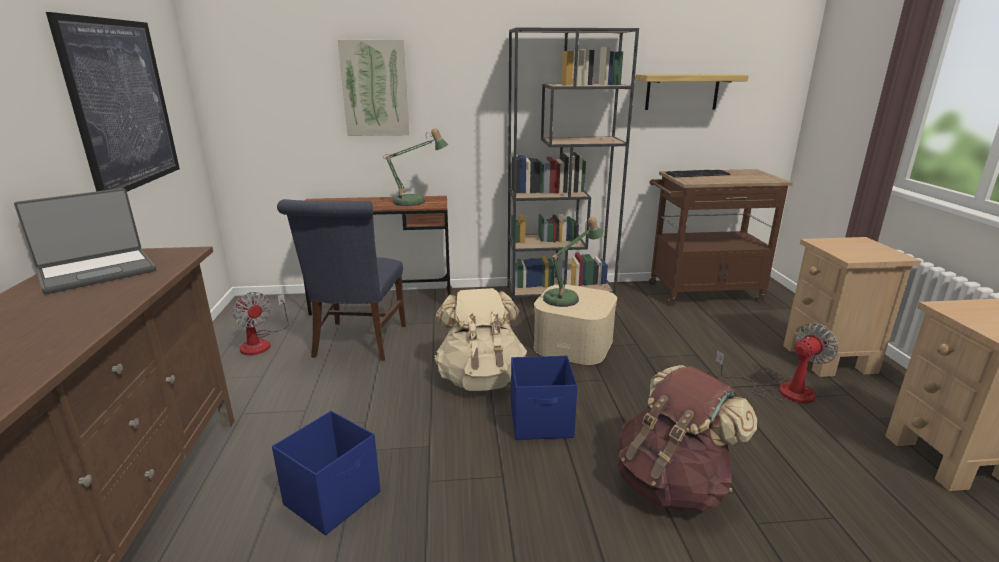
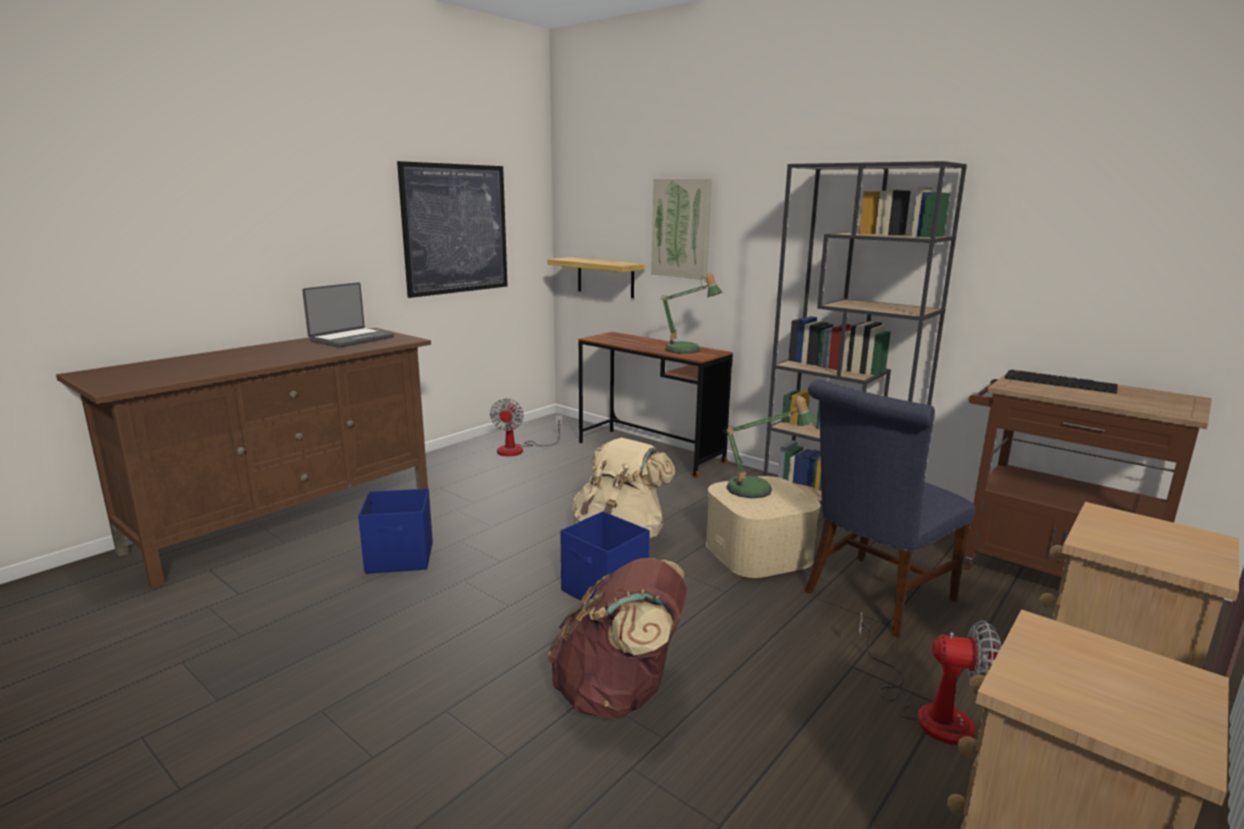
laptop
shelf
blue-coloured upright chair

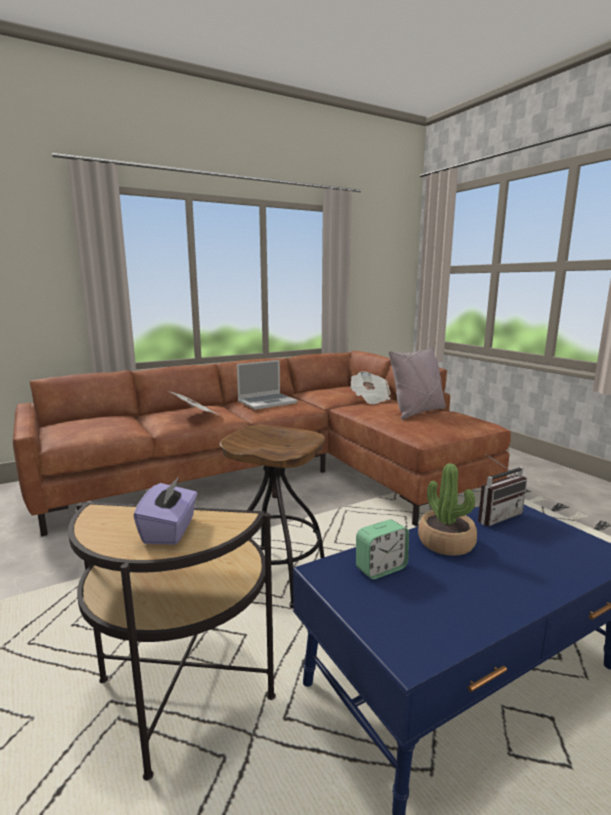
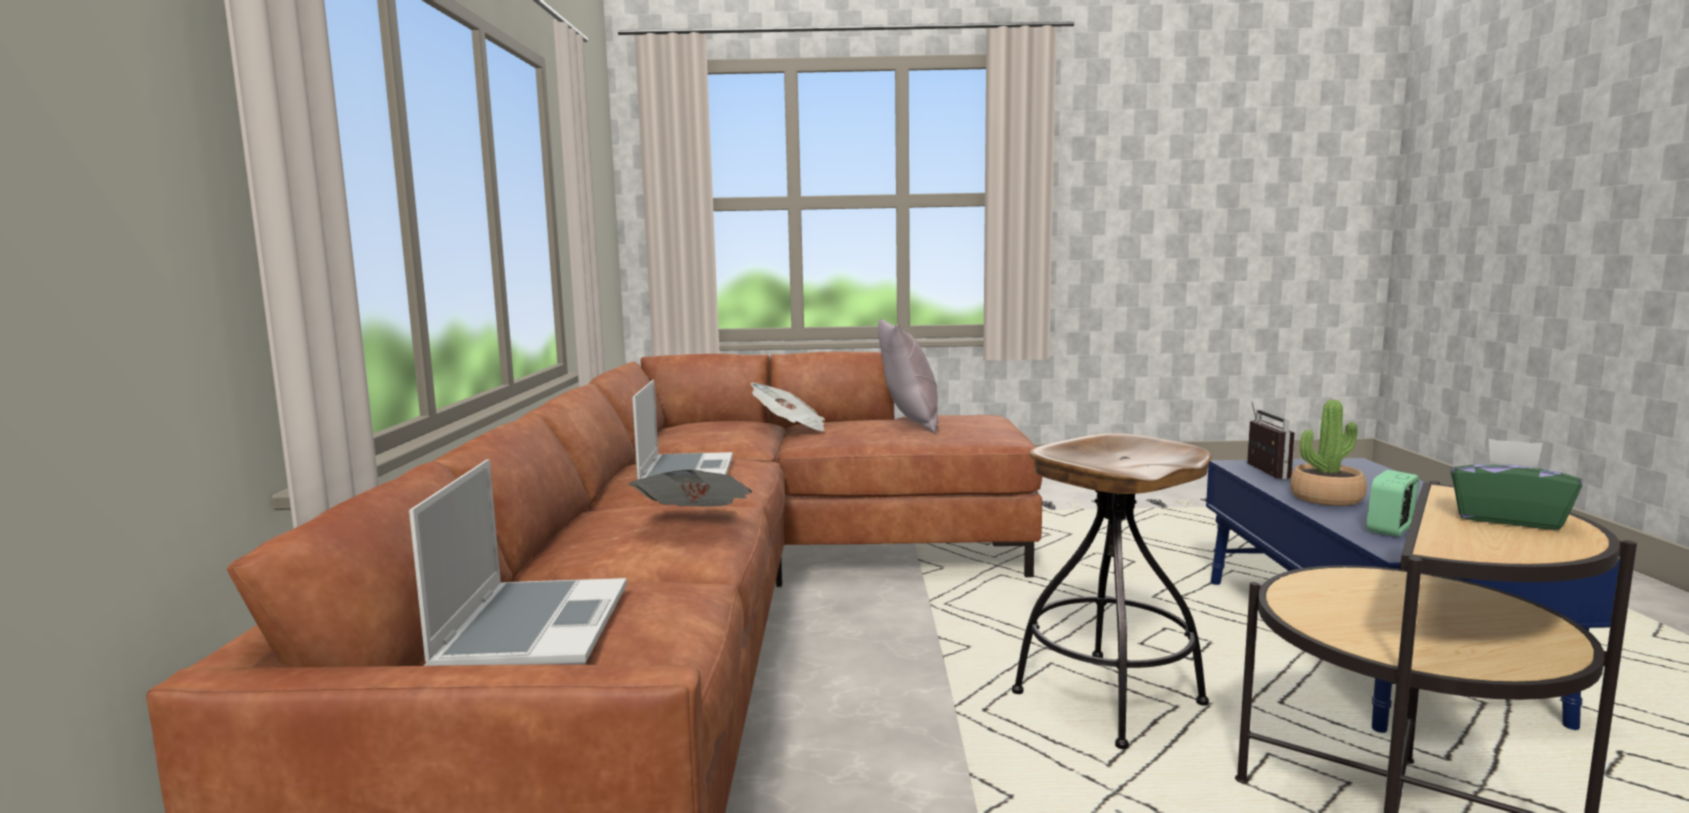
laptop (no. 1 from left)
table clock
green-coloured tissue box

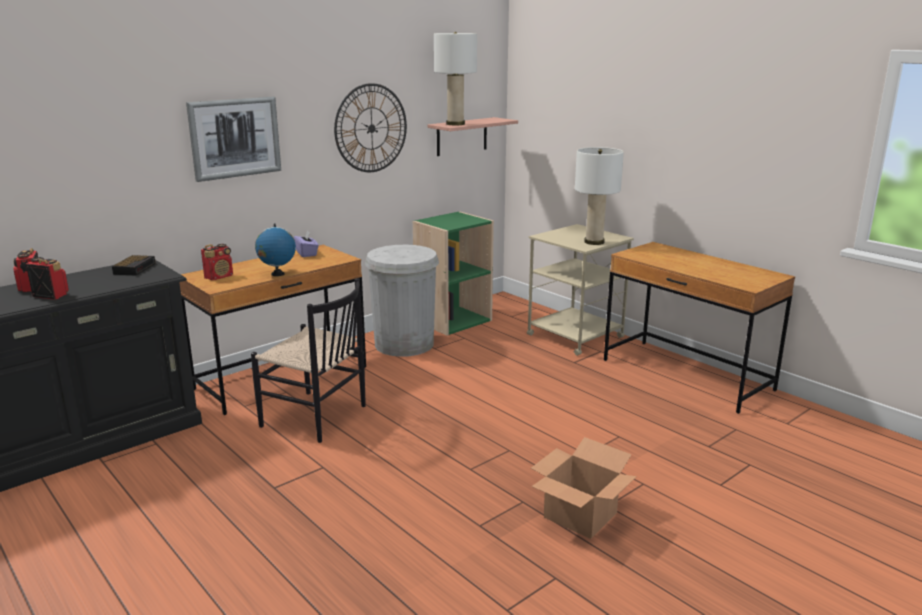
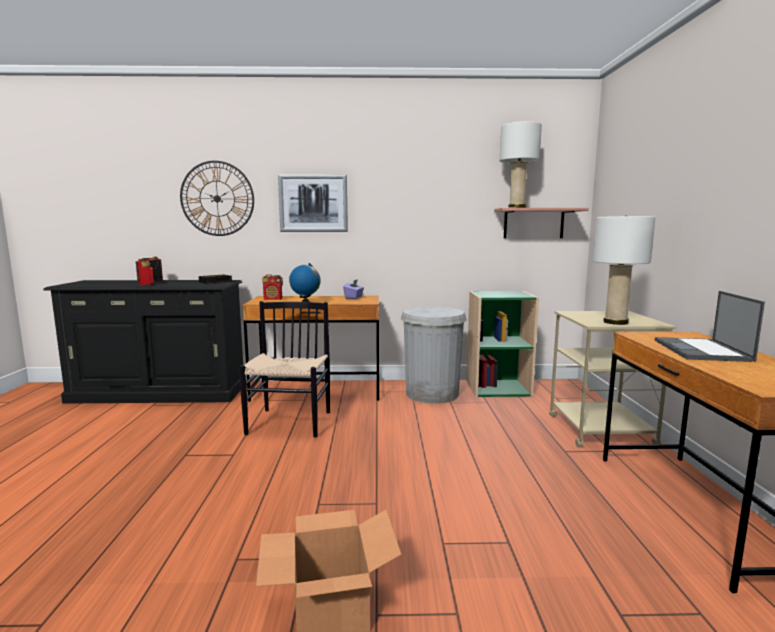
hanging clock
black upright chair
laptop

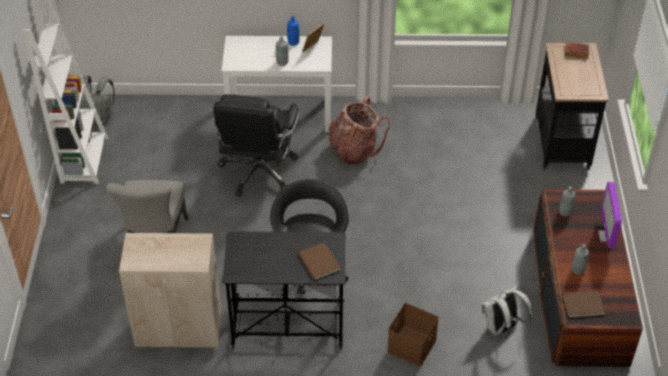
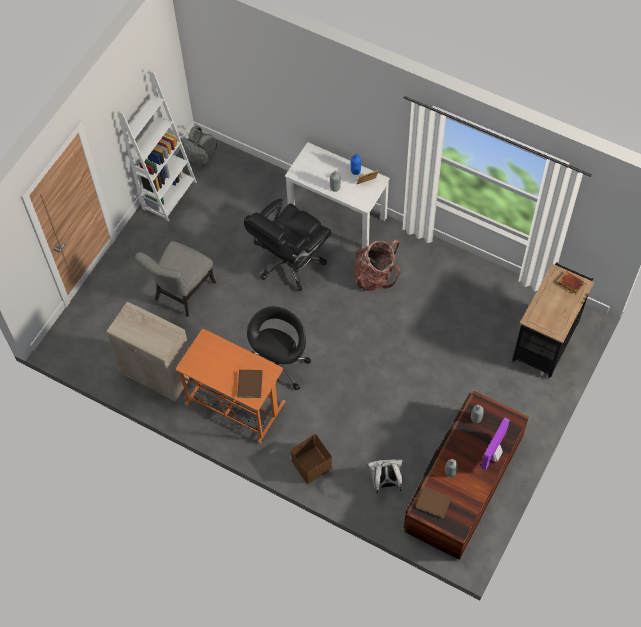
orangey desk table

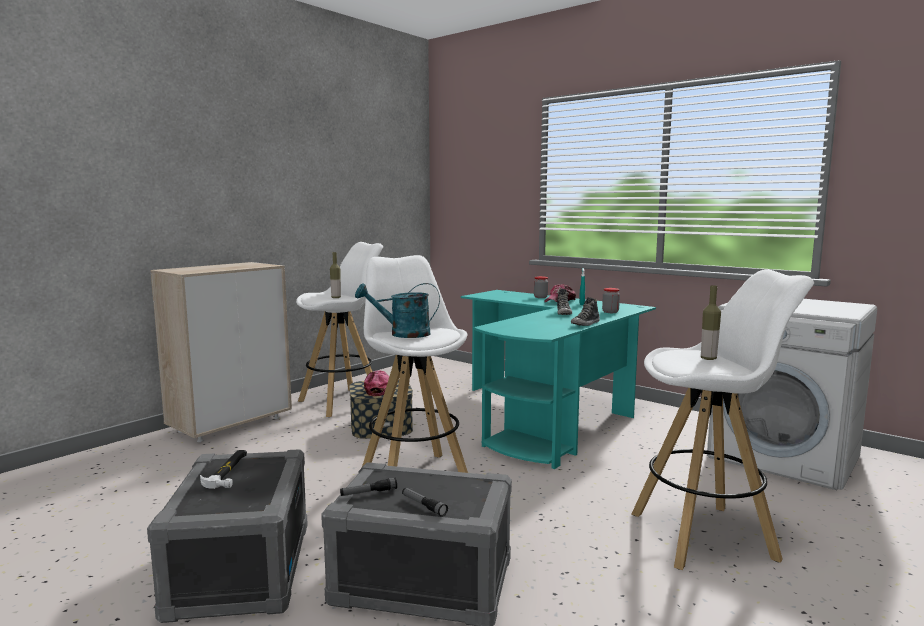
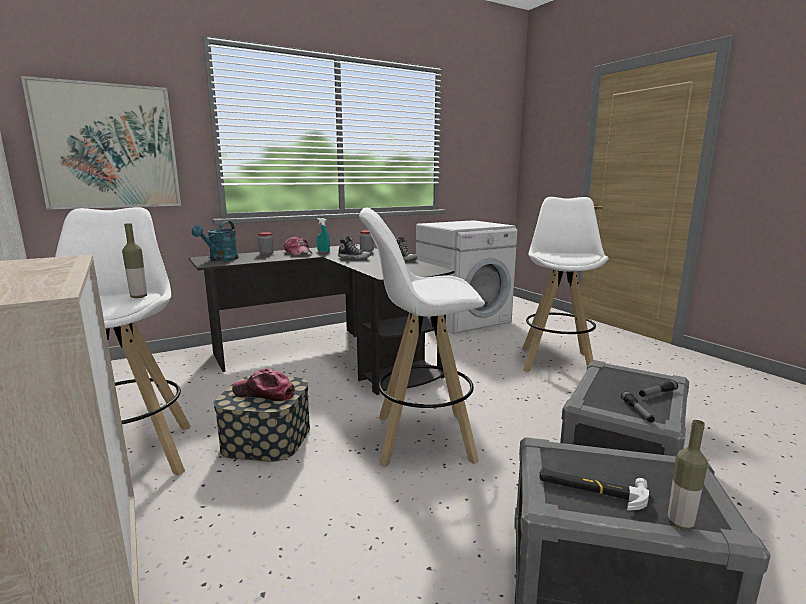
wall art
black desk table
turquoise-coloured watering can
bottle (no. 2 from left)

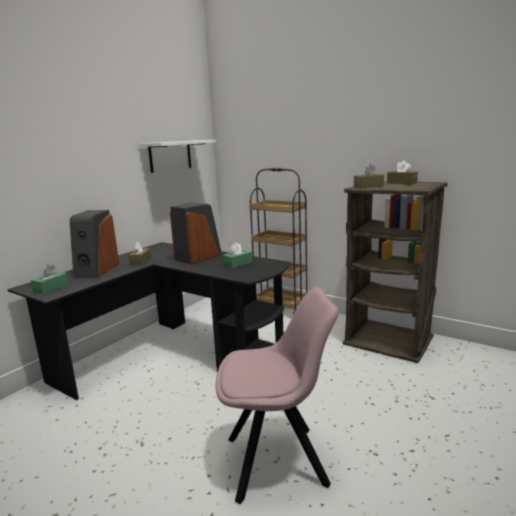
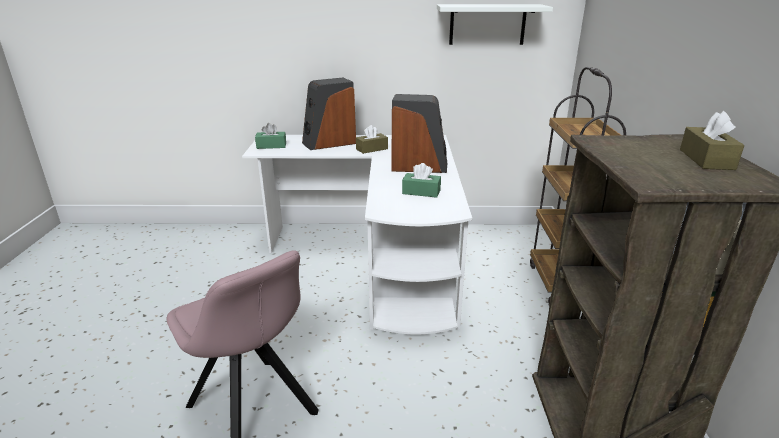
white desk table
brownish tissue box (no. 2 from left in the first image)

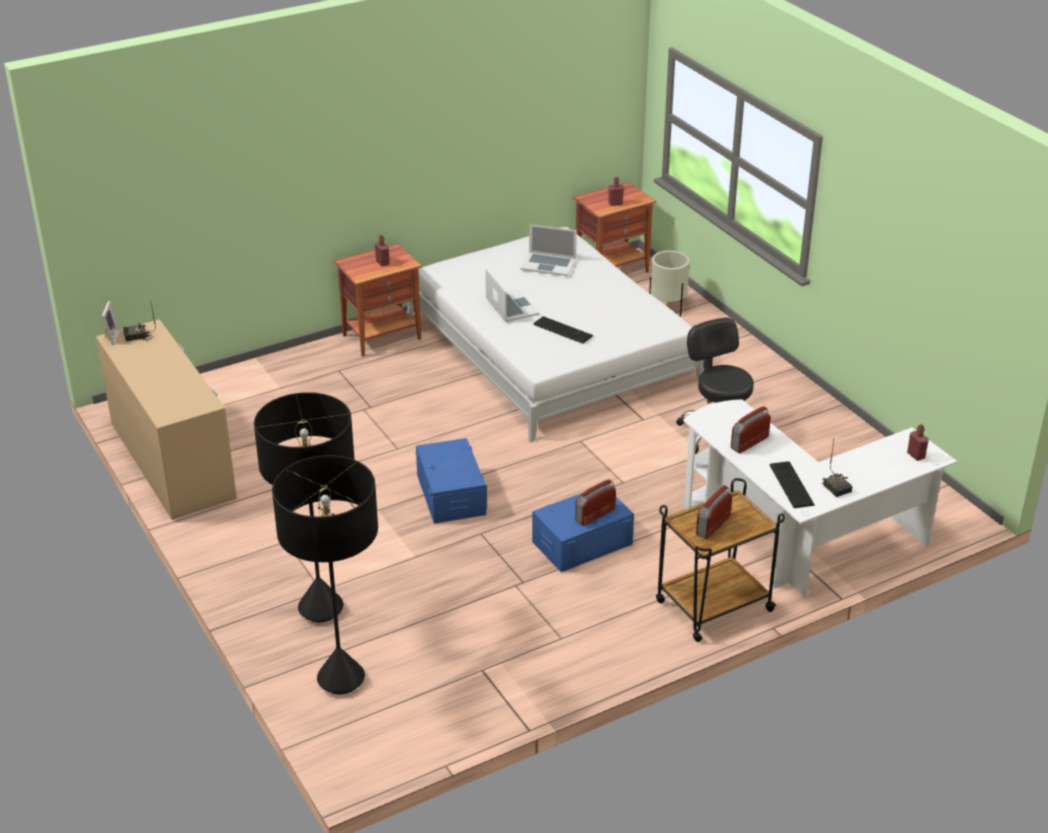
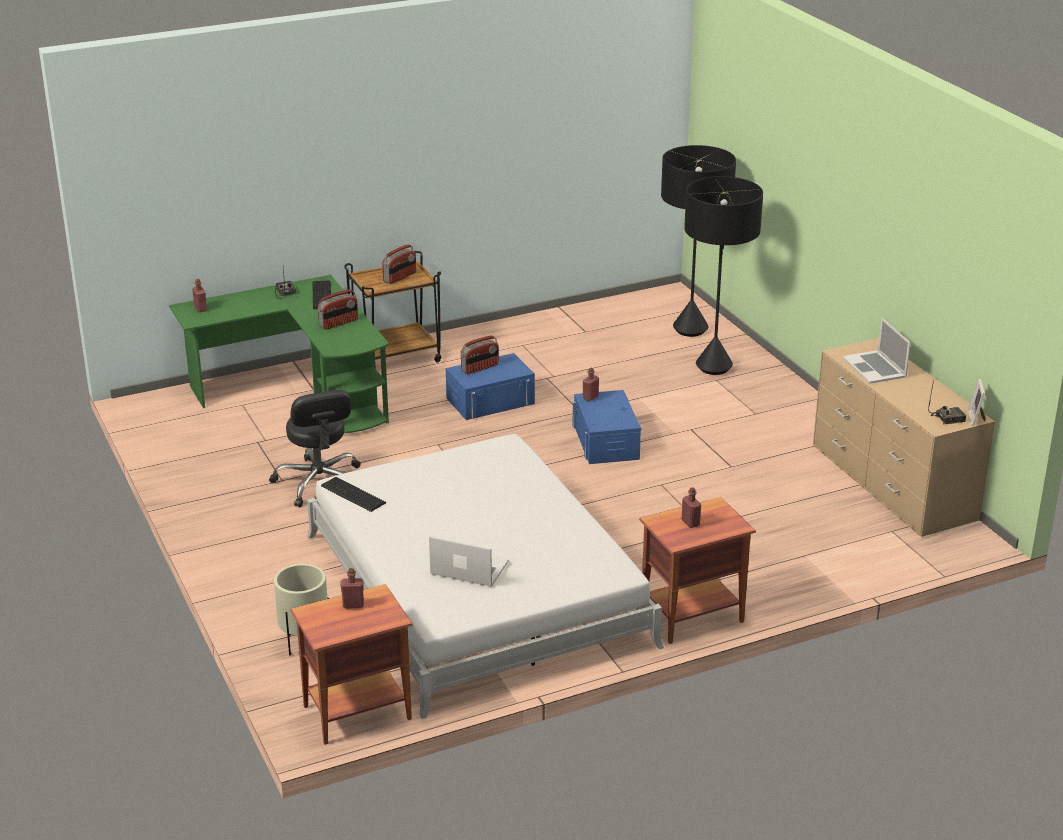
green-coloured desk table
keyboard (no. 2 from left)
reddish bottle (no. 3 from left)
laptop (no. 2 from left)

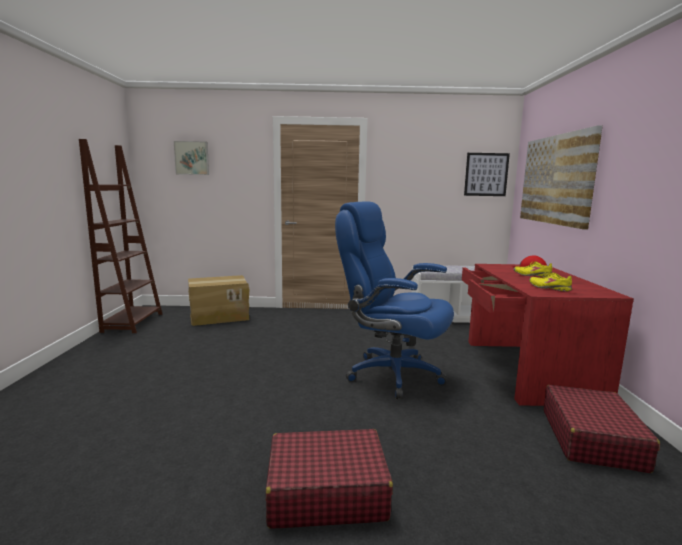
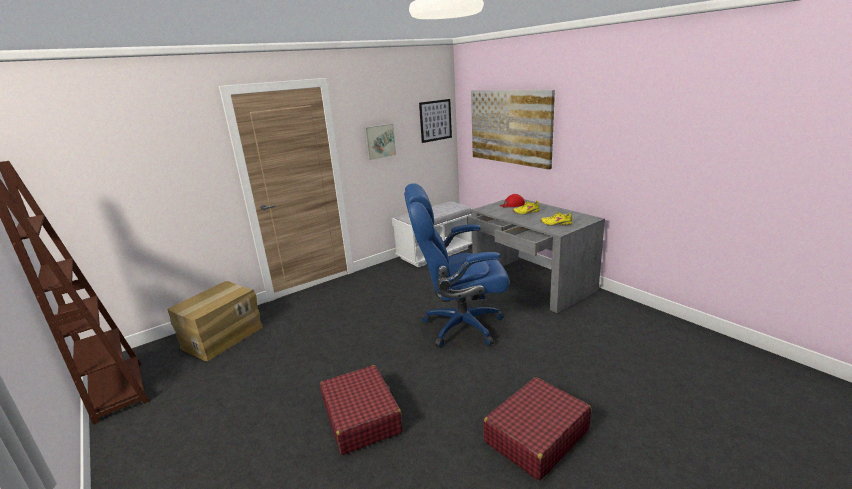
reddish travel case (no. 1 from left)
wall art (no. 1 from left)
grey desk table

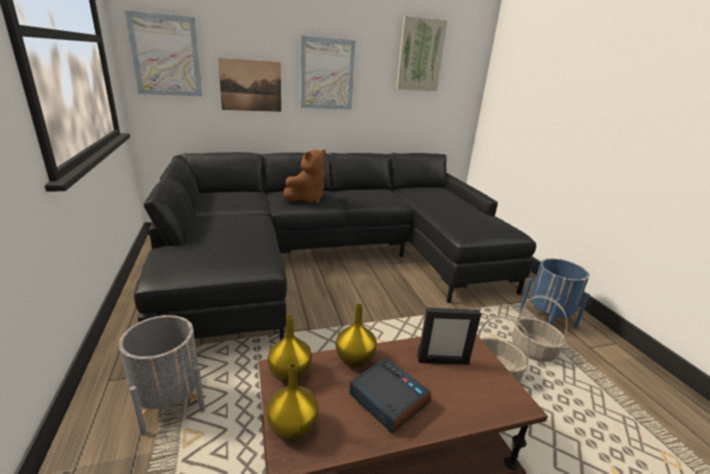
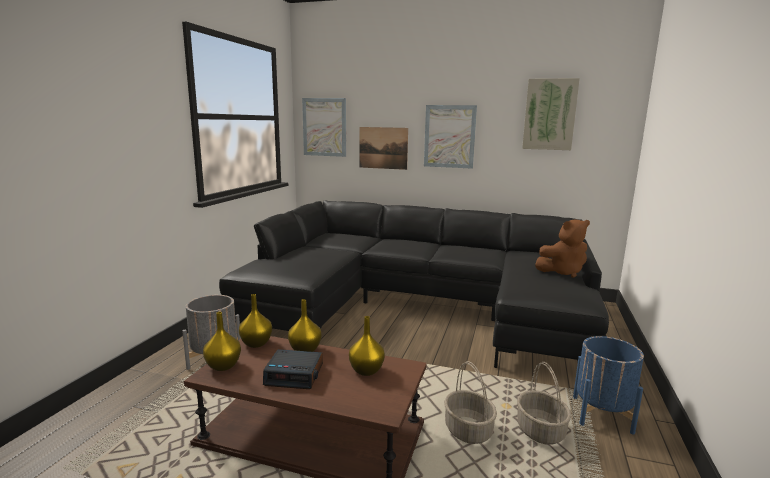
table clock
yellow-coloured flower vase (no. 4 from left)
brownish soft toy

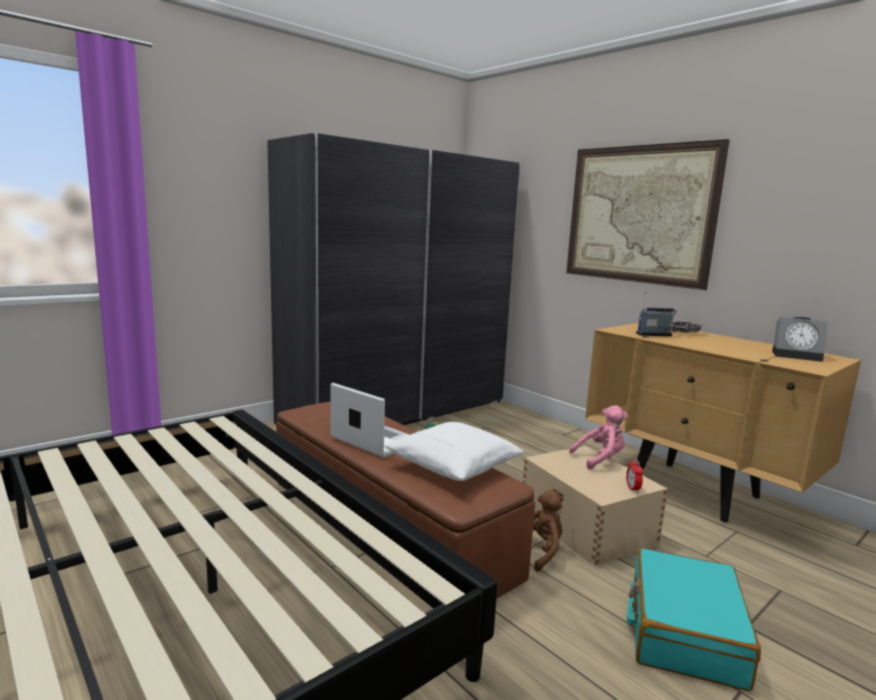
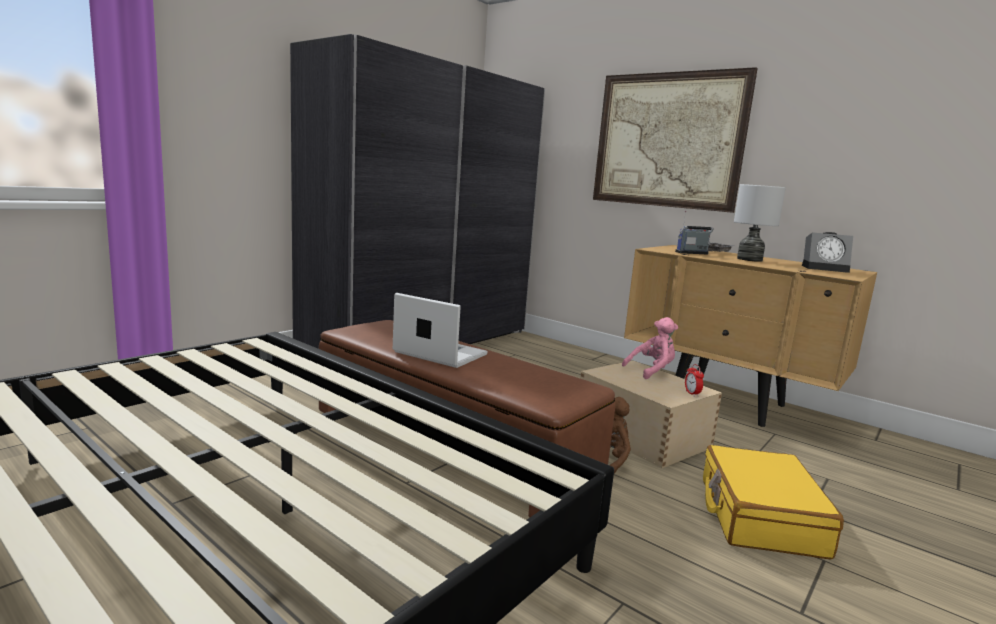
yellow-coloured travel case
grey lamp for a table
white cushion

